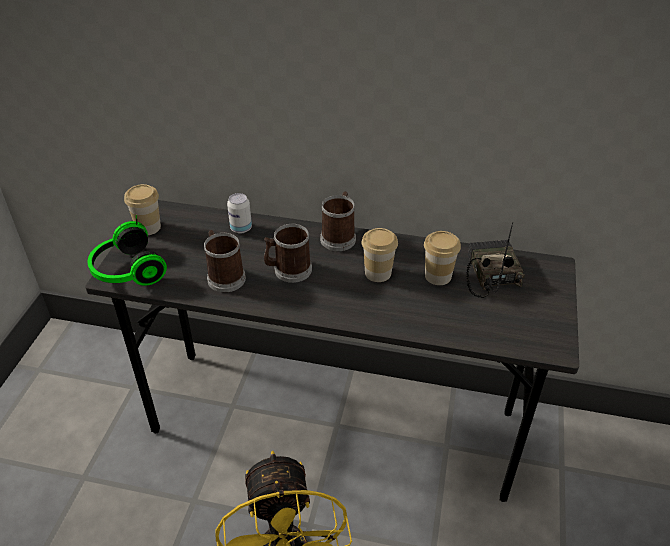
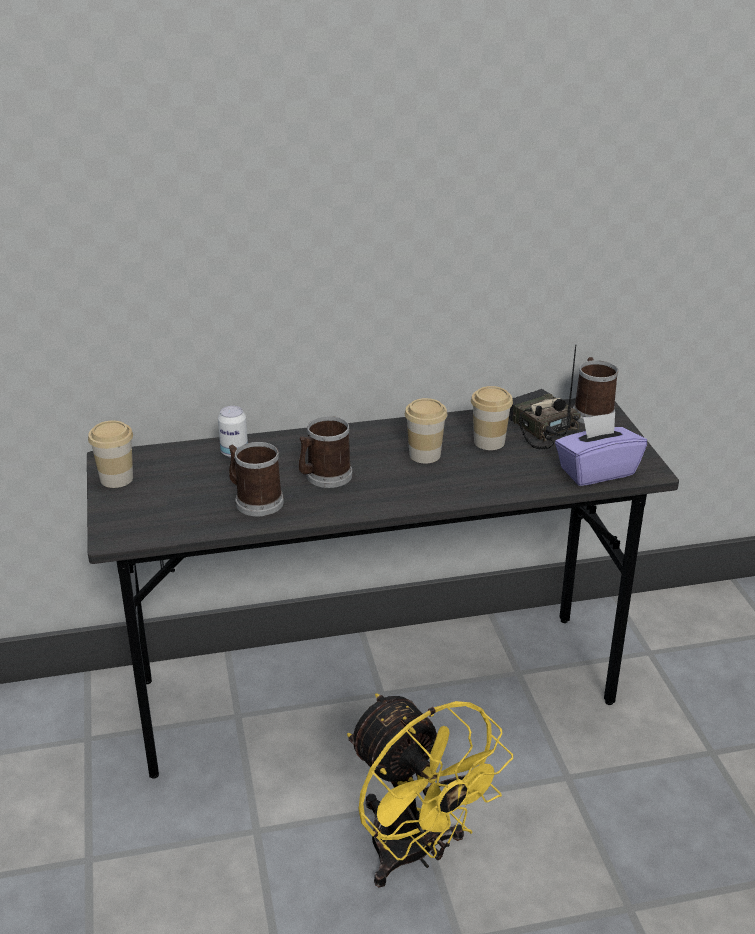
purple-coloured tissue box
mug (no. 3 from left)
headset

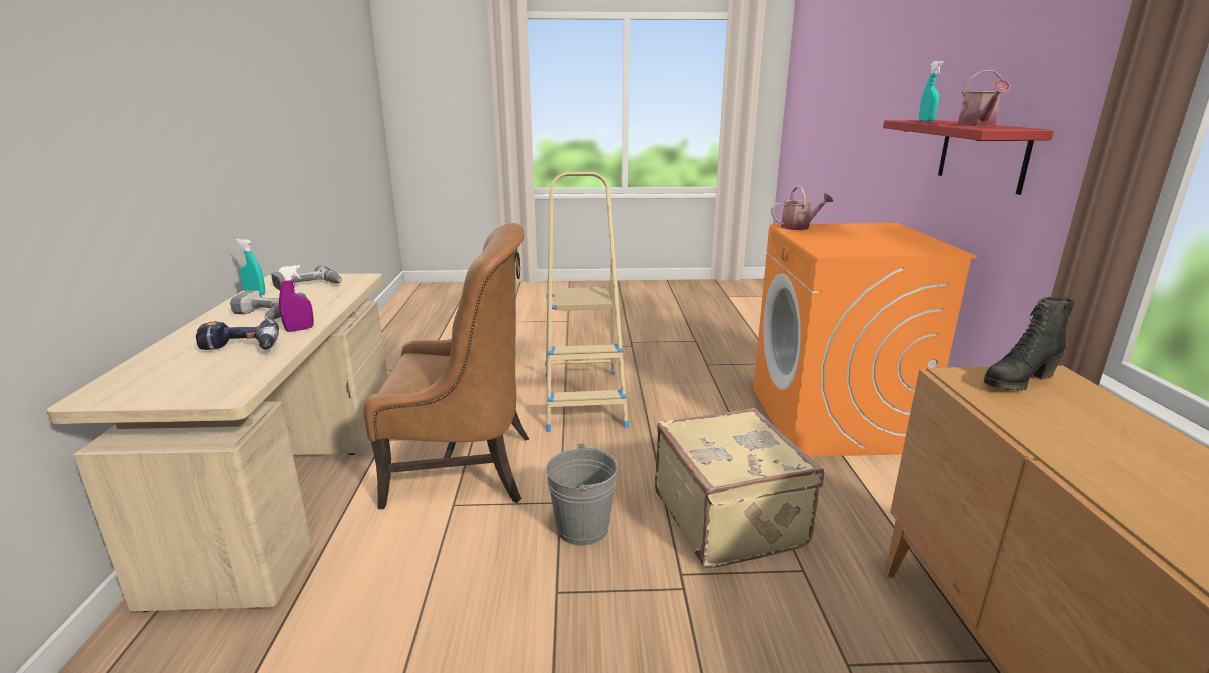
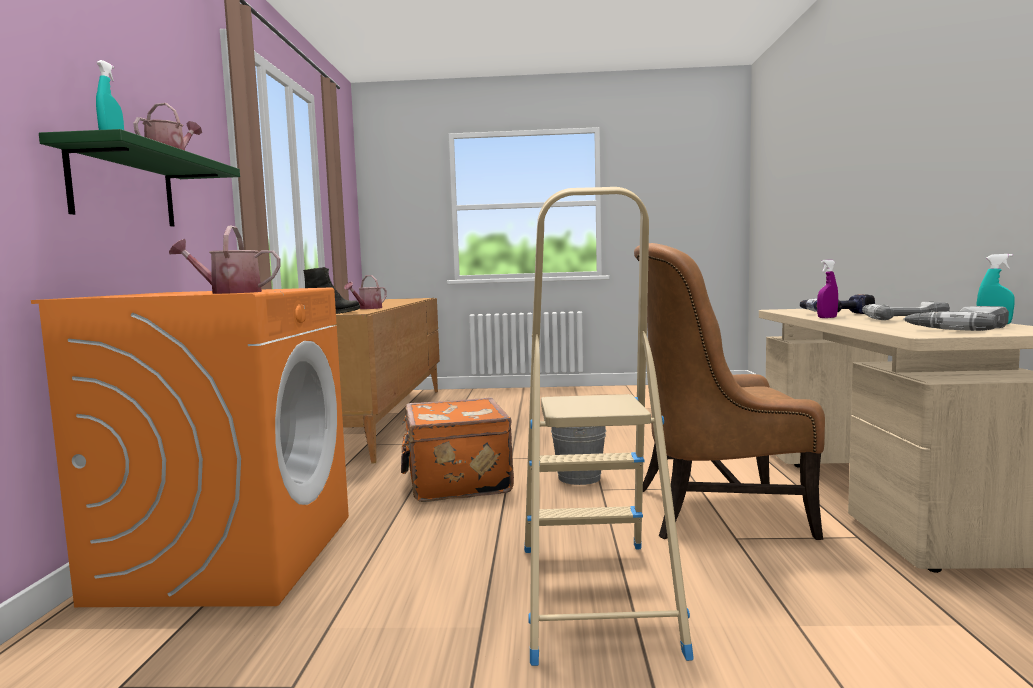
green-coloured shelf
watering can (no. 3 from left)
orangey travel case

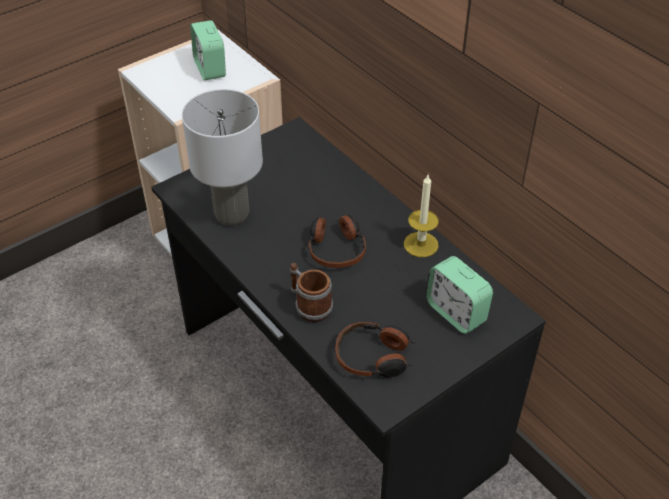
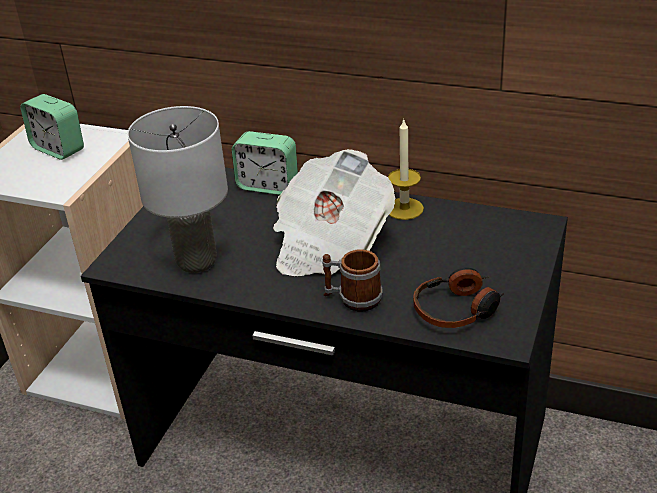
table clock (no. 2 from left)
newspaper

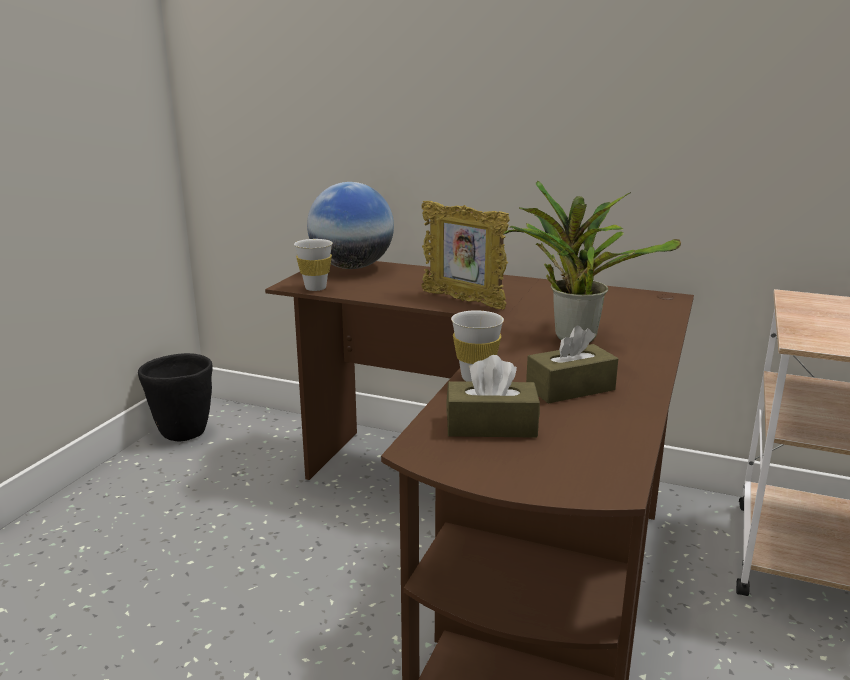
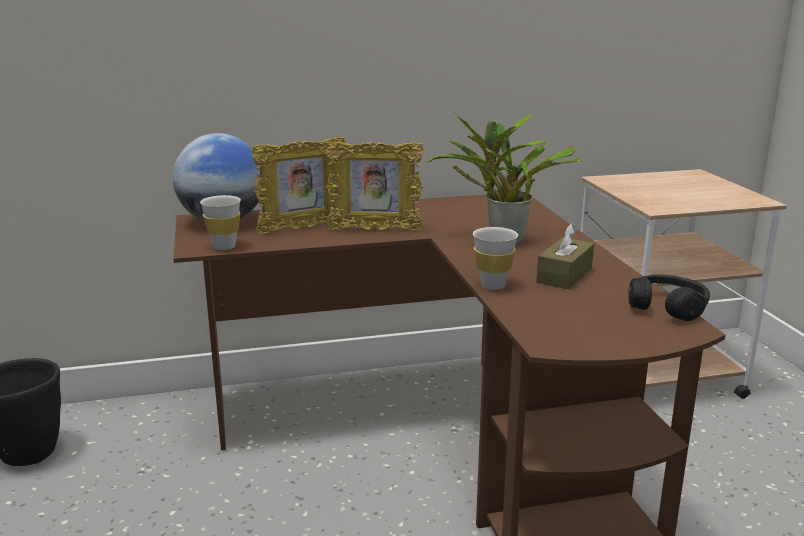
standing frame (no. 1 from left)
black headset
brownish tissue box (no. 1 from left in the first image)

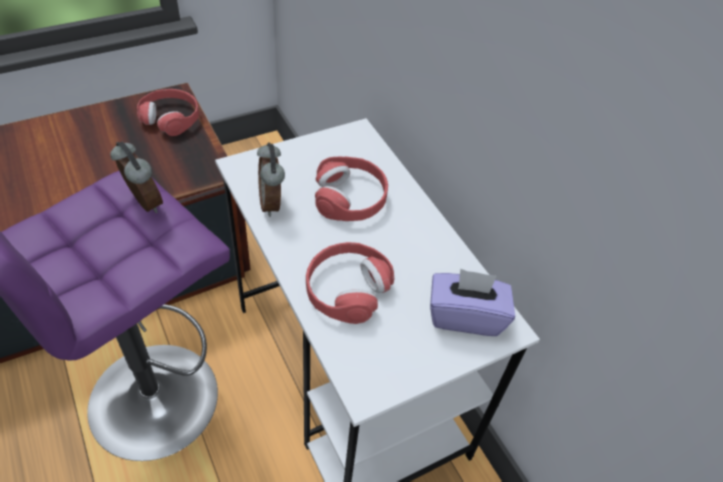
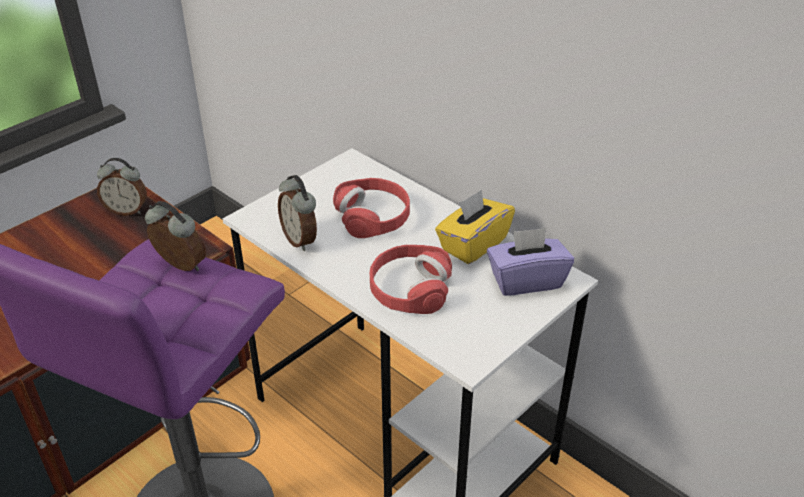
table clock (no. 1 from left)
yellow-coloured tissue box

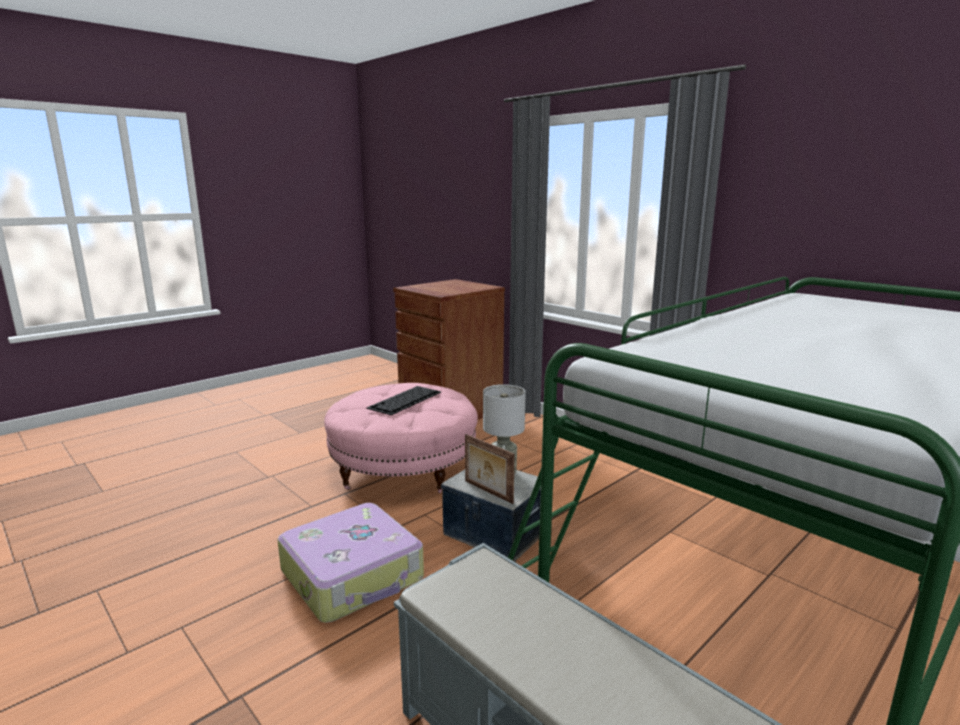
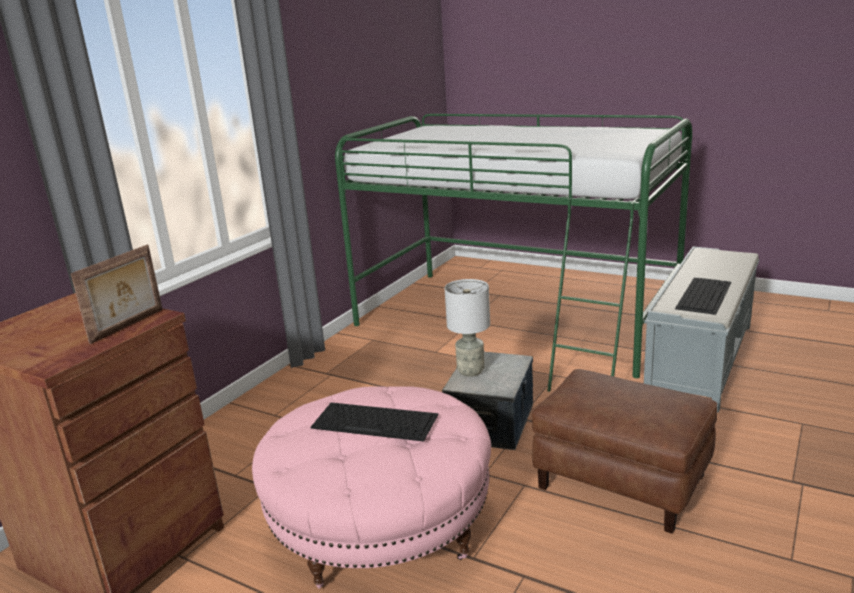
standing frame
brownish footrest
keyboard (no. 2 from left)

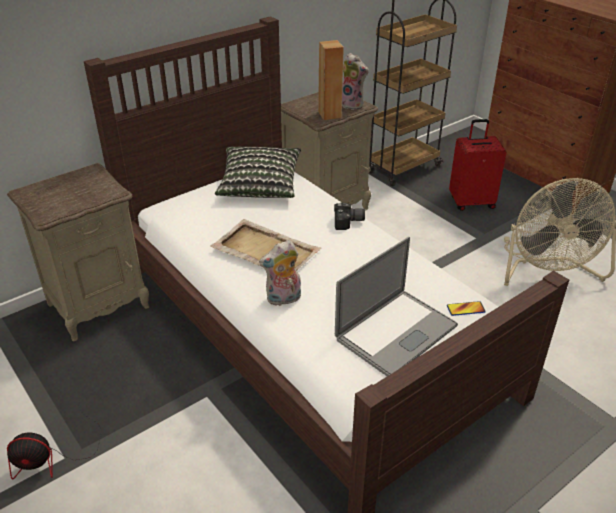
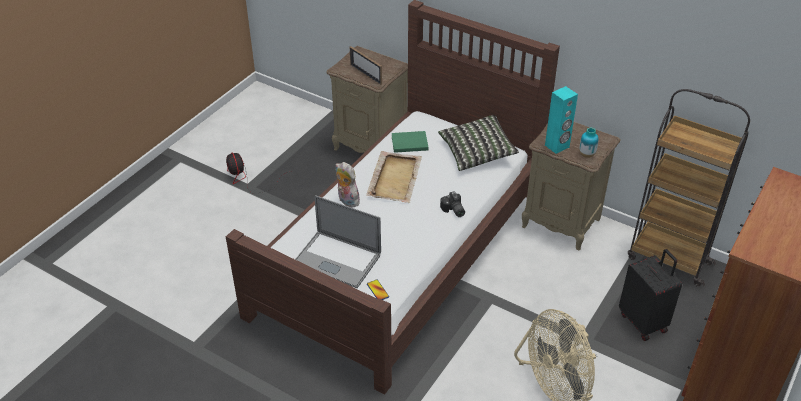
standing frame
green-coloured volume
turquoise-coloured loudspeaker
flower vase
black travel case

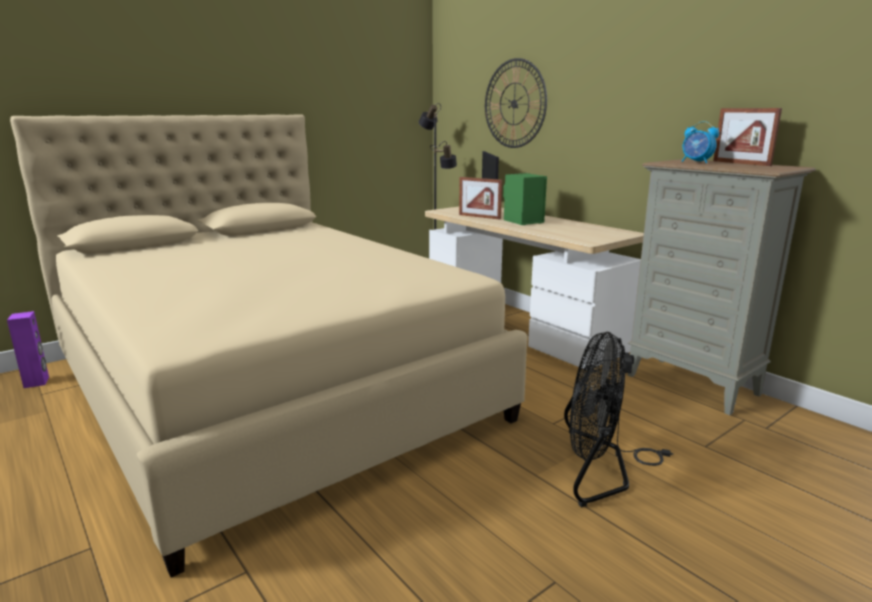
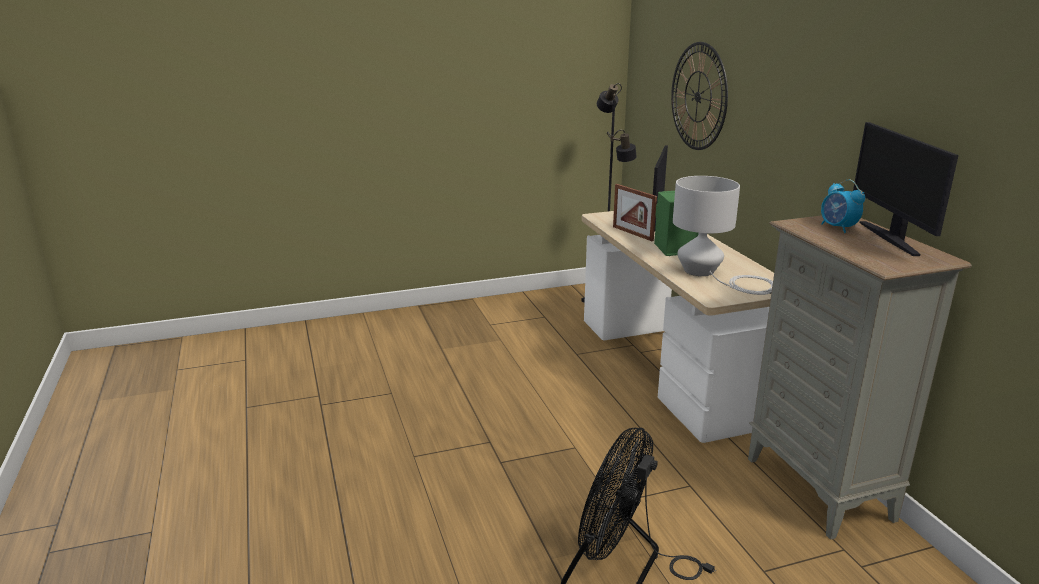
grey lamp for a table
monitor (no. 2 from left)
purple-coloured loudspeaker
beige bed

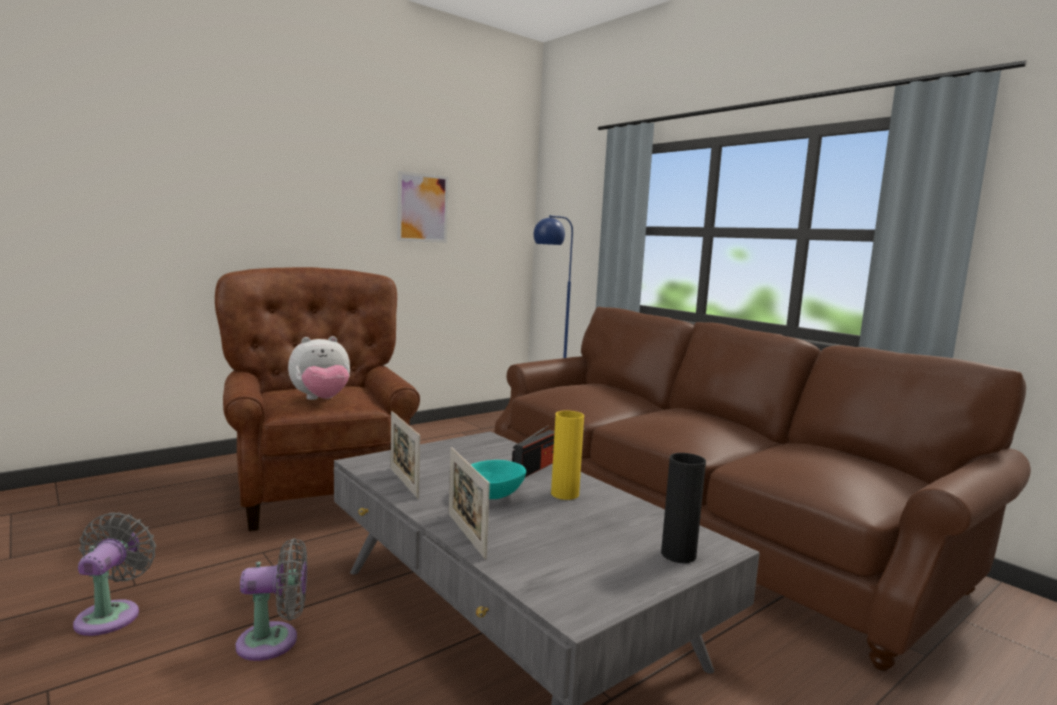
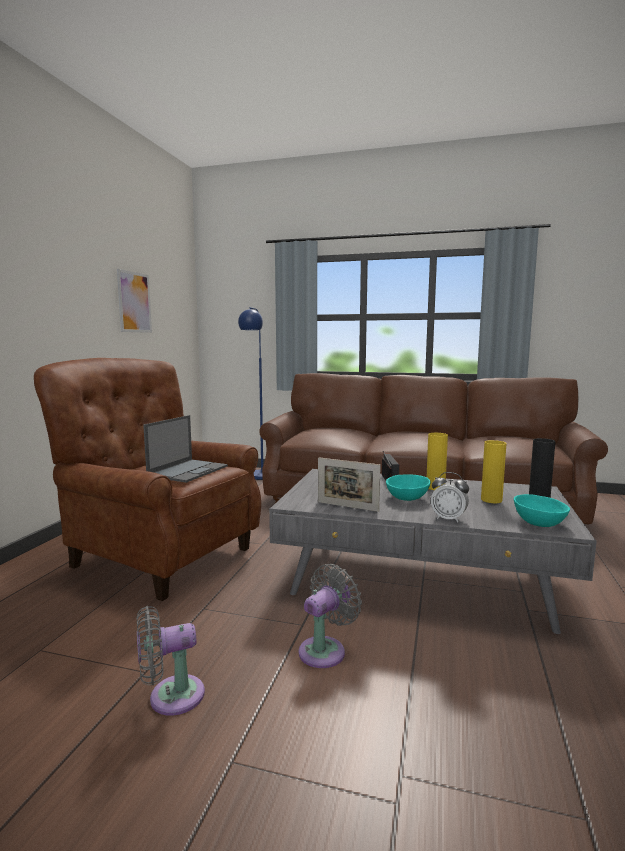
grey fan (no. 1 from left)
laptop
table clock
yellow-coloured flower vase (no. 2 from left)
turquoise-coloured serving bowl (no. 2 from left)

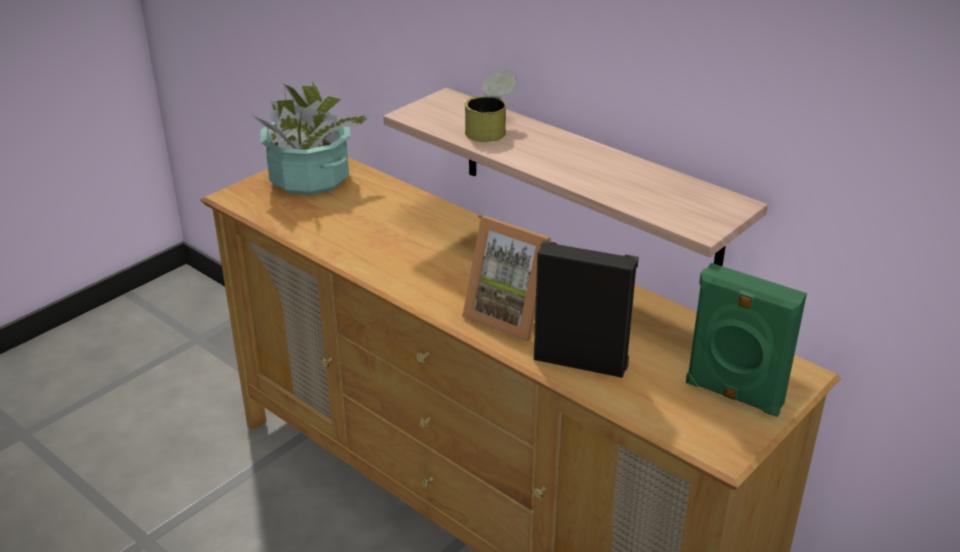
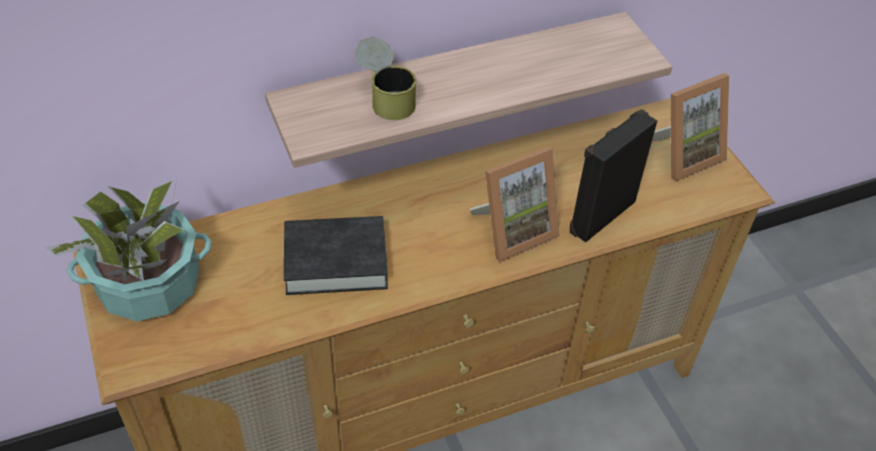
black volume
standing frame (no. 2 from left)

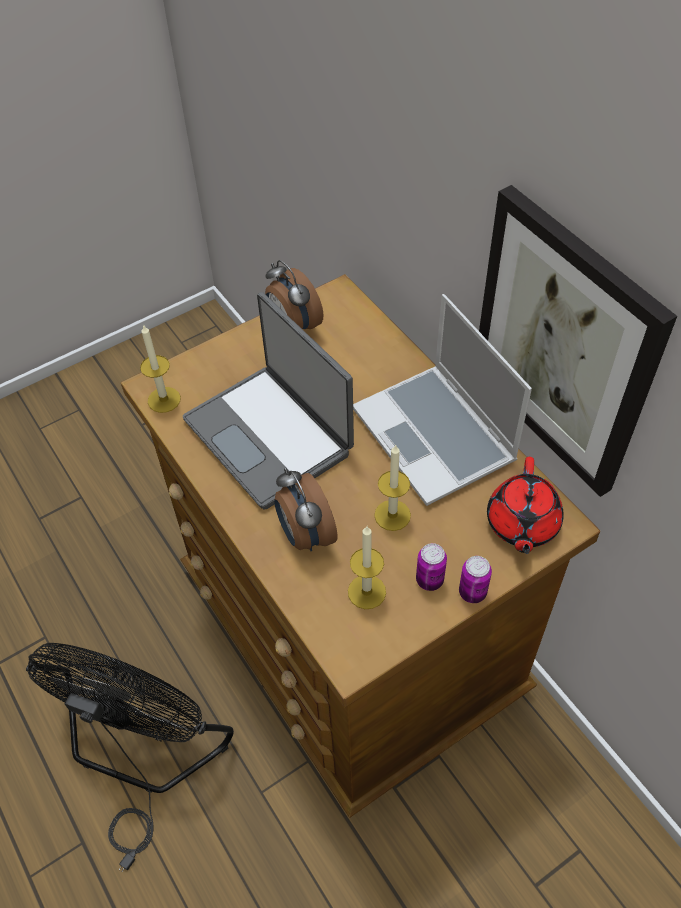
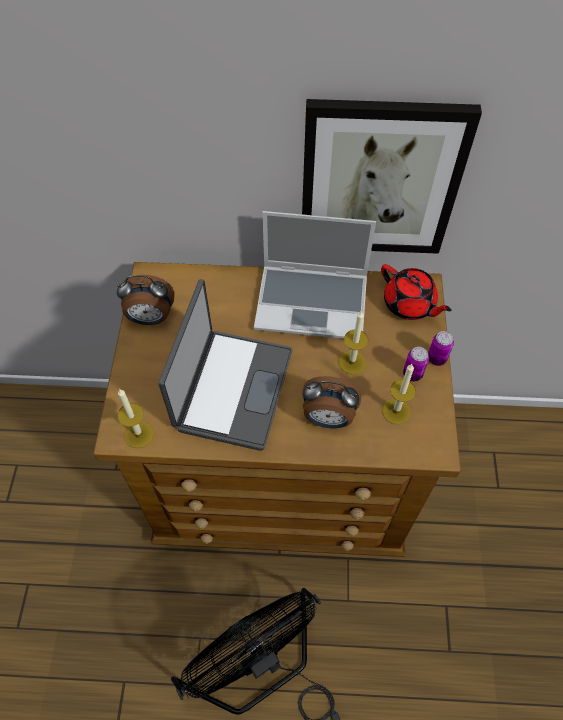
laptop (no. 1 from left)

